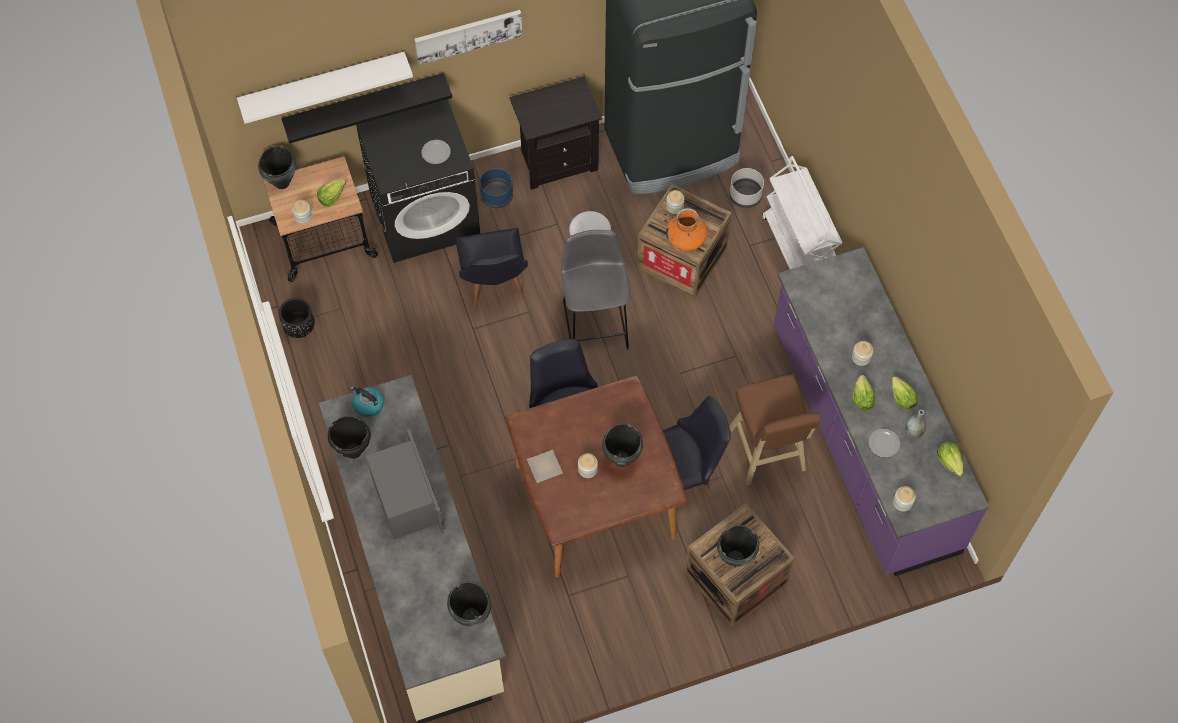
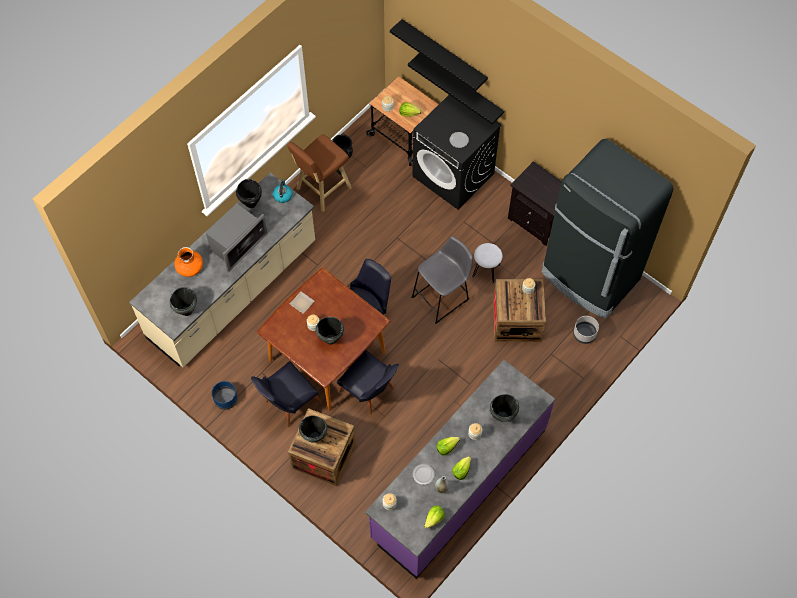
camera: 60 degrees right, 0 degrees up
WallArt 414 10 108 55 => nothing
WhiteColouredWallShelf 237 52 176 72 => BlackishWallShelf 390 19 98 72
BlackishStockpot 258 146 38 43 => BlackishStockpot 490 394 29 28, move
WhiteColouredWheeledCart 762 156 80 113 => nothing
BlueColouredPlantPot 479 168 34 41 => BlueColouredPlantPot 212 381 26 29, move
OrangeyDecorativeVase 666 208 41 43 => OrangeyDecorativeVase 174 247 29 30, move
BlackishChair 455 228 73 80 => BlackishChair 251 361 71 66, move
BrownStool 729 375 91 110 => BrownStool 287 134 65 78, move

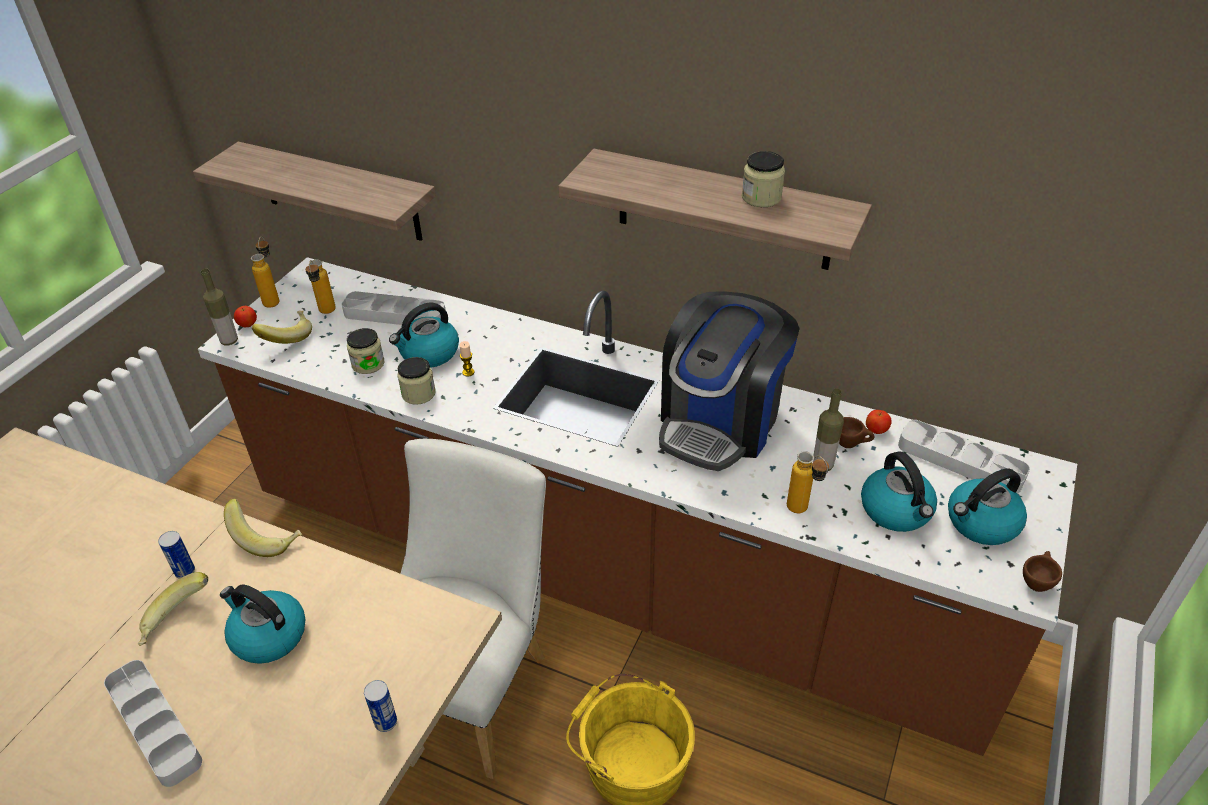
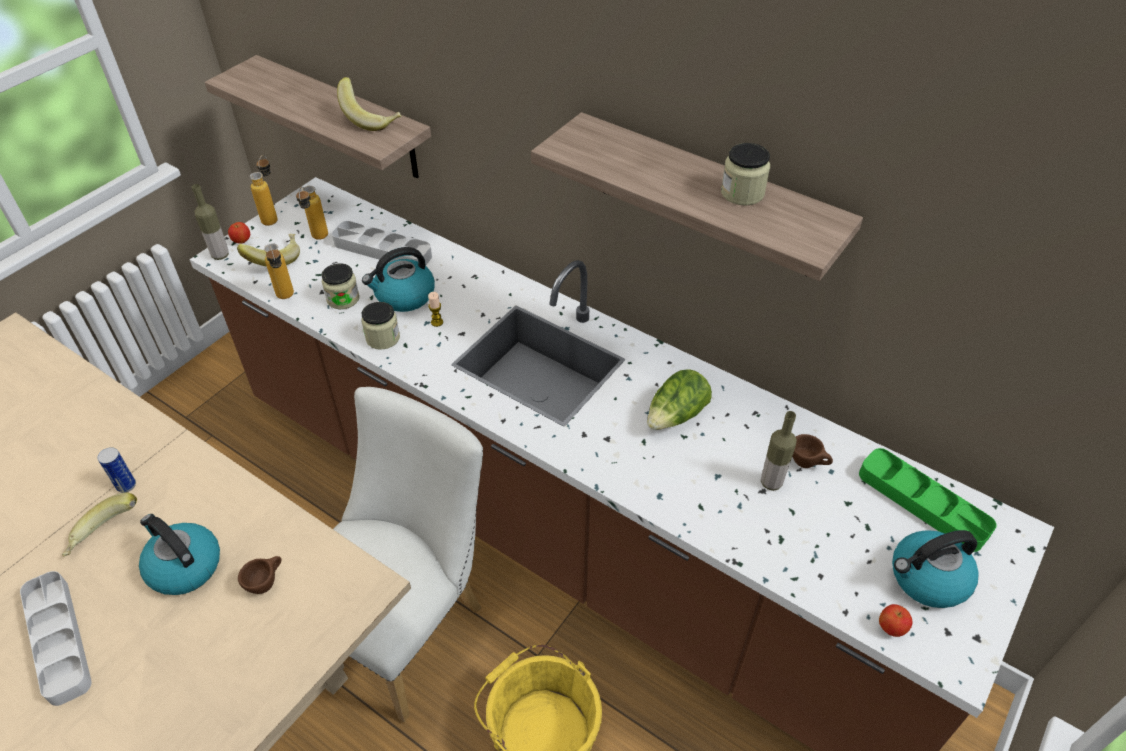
camera: 10 degrees right, 5 degrees up
CoffeeMaker 659 291 141 180 => Lettuce 647 370 65 60
AppleFruit 866 410 26 24 => AppleFruit 879 604 34 33, move
GreyCarryingTray 898 420 132 74 => GreenishCarryingTray 859 448 138 104
DrinkBottle 787 451 42 62 => DrinkBottle 264 243 30 56, move
WaterKettle 861 451 76 81 => nothing
BananaFruit 224 499 78 58 => BananaFruit 337 77 65 54, move
BrownCup 1023 551 39 41 => BrownCup 238 556 43 38, move
SealedCan 364 680 33 52 => nothing

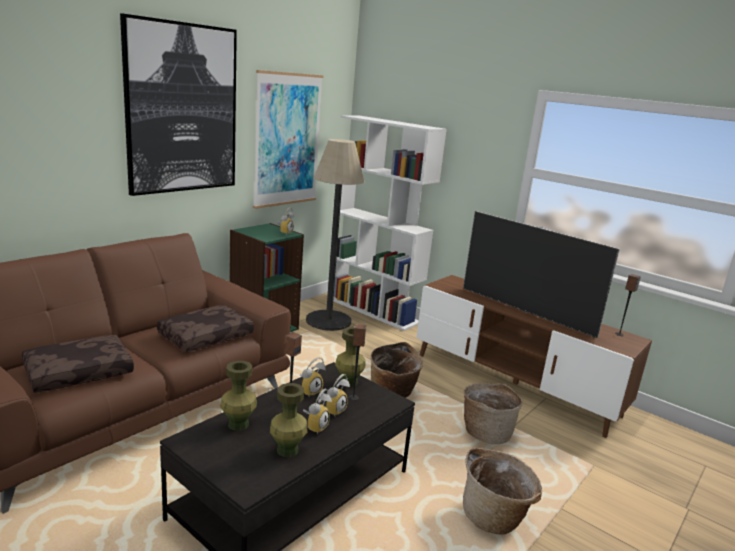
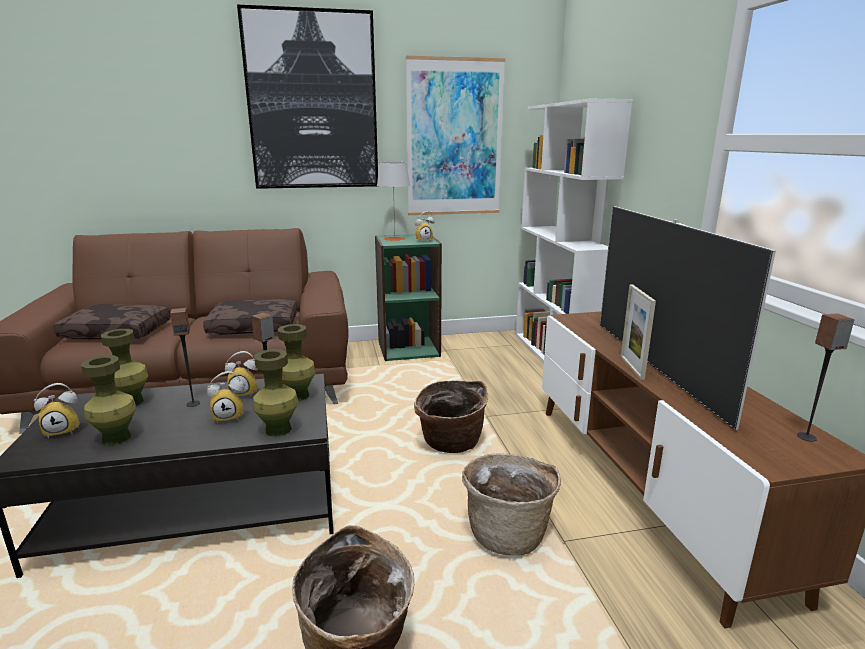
camera: 40 degrees right, 0 degrees up
StandingLamp 306 139 58 192 => nothing
AlarmClock 303 389 29 45 => AlarmClock 34 383 46 56, move
nothing => GreyTabletopLamp 377 162 33 79
nothing => StandingFrame 621 285 35 95
nothing => GreenishDecorativeVase 253 349 46 88

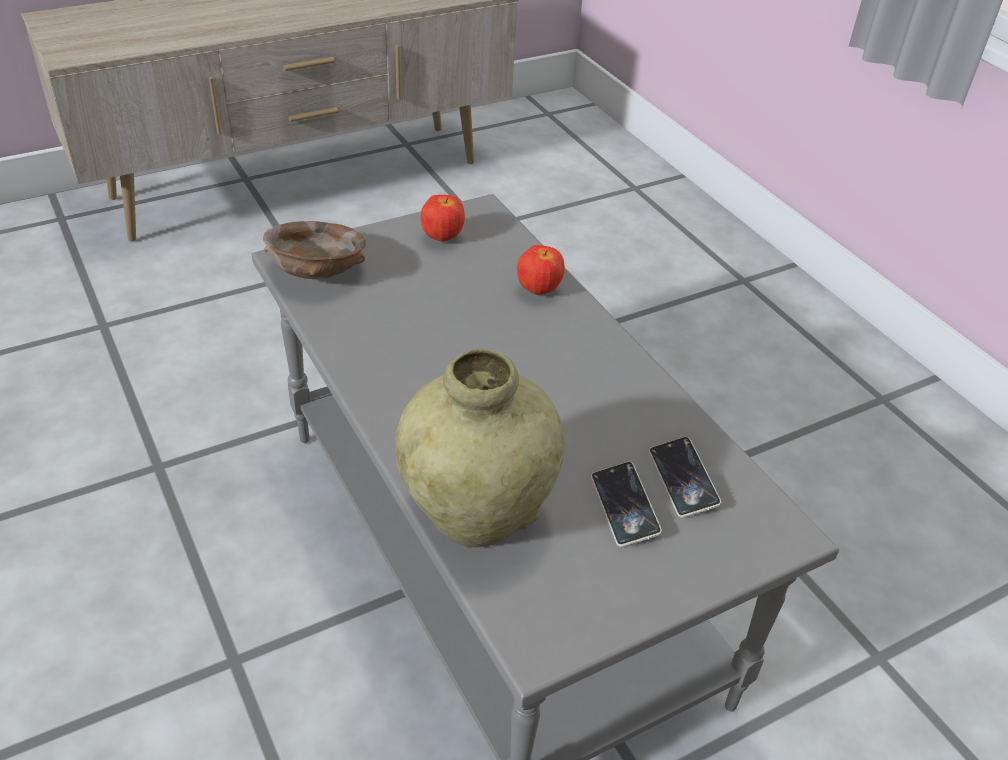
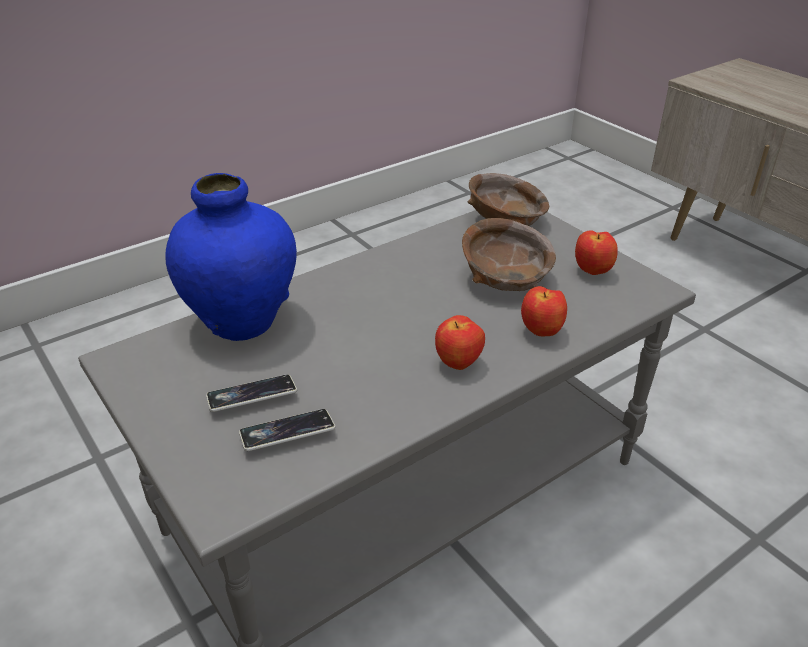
camera: 85 degrees right, 5 degrees down
BeigeDecorativeVase 395 349 170 198 => BlueColouredDecorativeVase 165 173 132 168
nothing => BrownDeepDish 462 218 94 73
nothing => AppleFruit 435 315 50 55

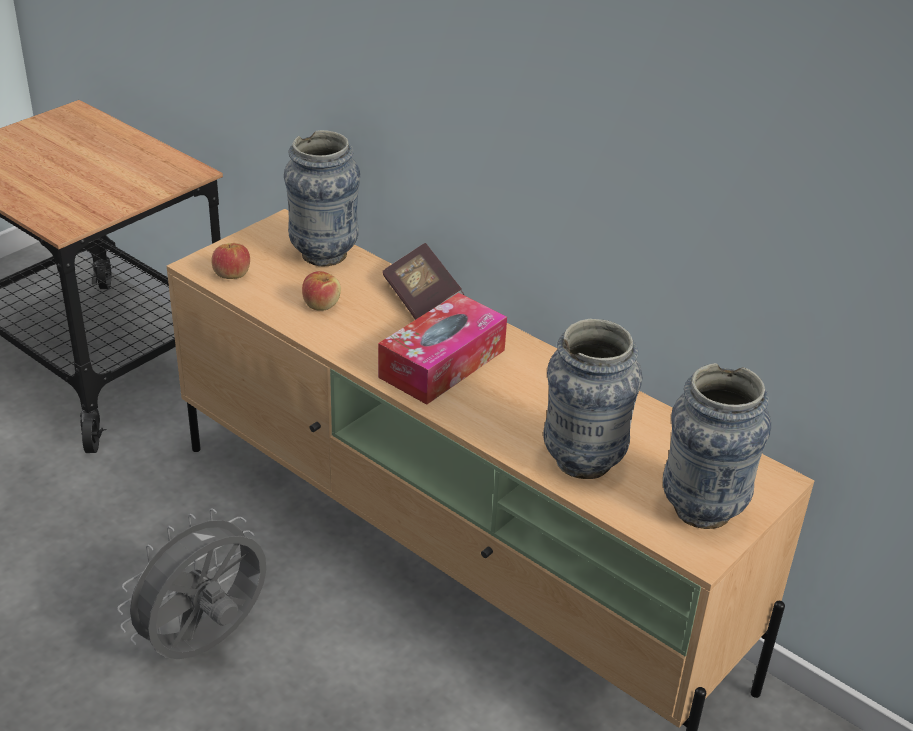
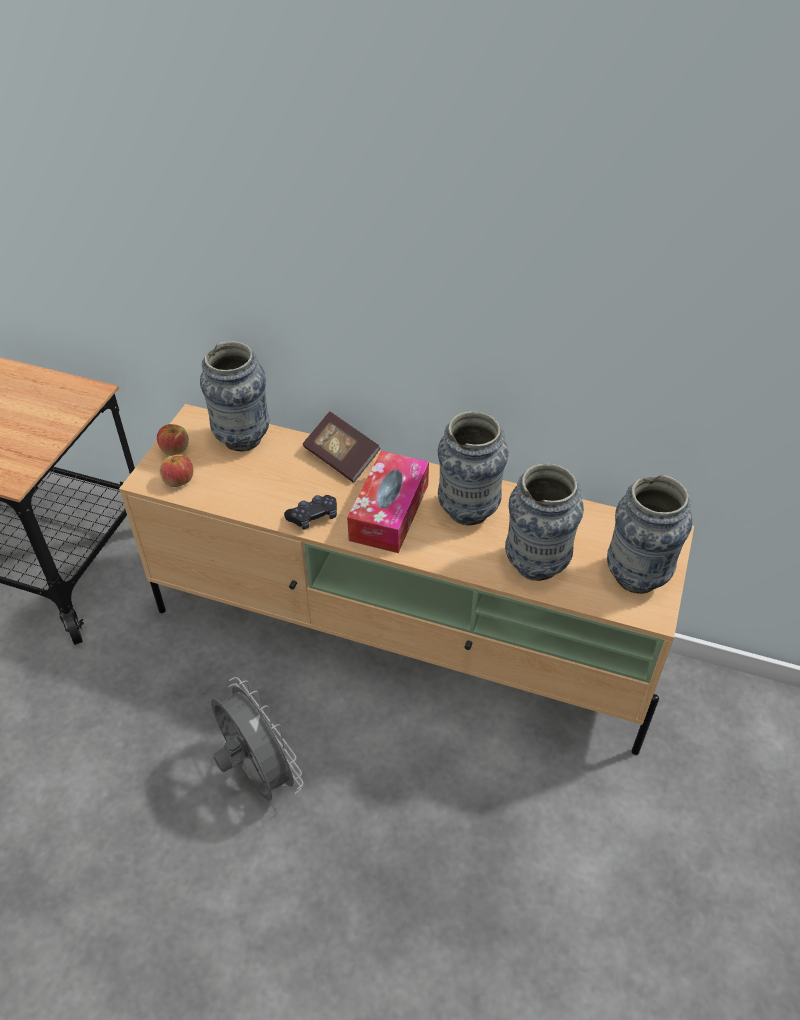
camera: 20 degrees left, 10 degrees up
AppleFruit 302 271 39 40 => AppleFruit 157 424 32 32, move
GreyCoolingFan 117 508 149 151 => GreyCoolingFan 211 677 93 124, 120 degrees clockwise
nothing => DecorativeVase 438 411 70 114
nothing => BlackishGameController 284 495 53 35

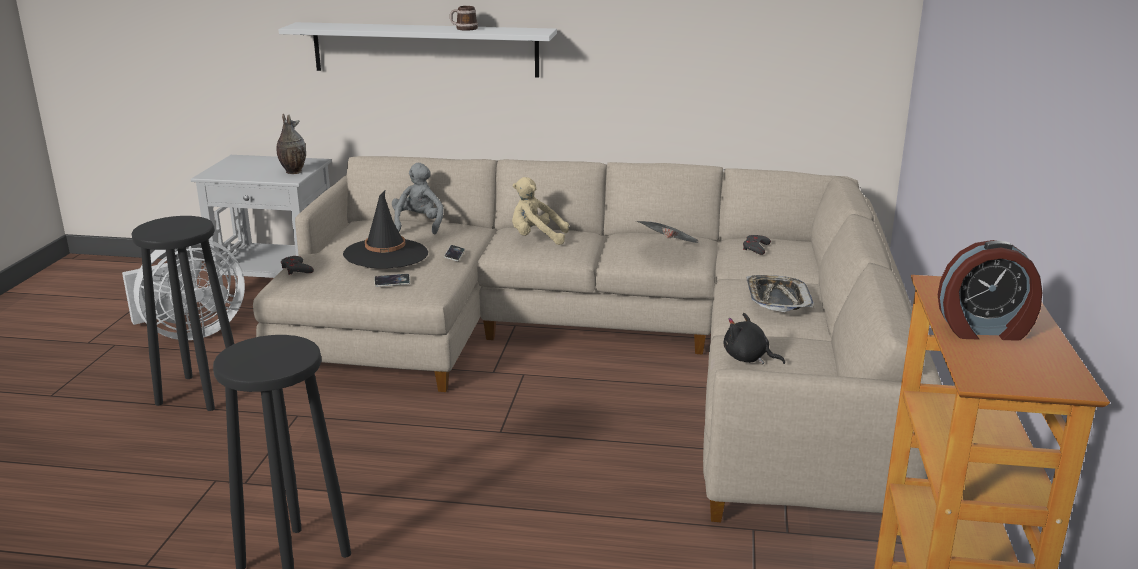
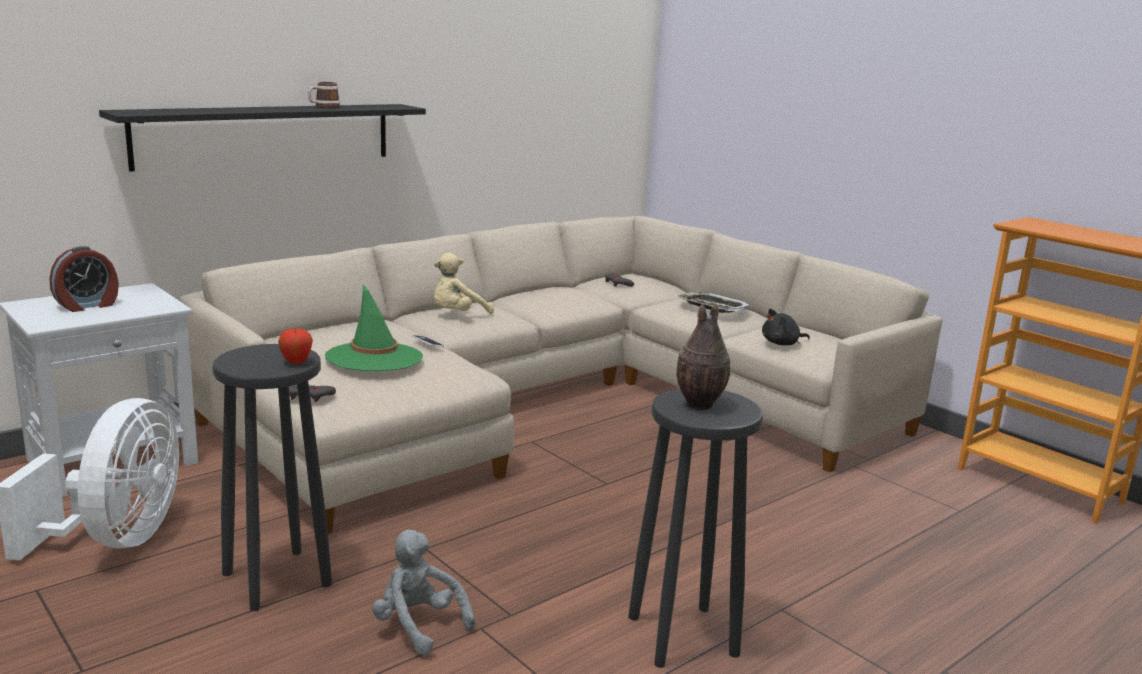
camera: 50 degrees left, 5 degrees down
WhiteColouredWallShelf 278 22 279 56 => BlackishWallShelf 99 104 327 68
DecorativeVase 276 114 30 60 => DecorativeVase 676 303 54 107, move
GreySoftToy 392 163 52 71 => GreySoftToy 372 530 103 125, move
BlackishClothingHat 343 190 85 79 => GreenishClothingHat 325 285 98 86
Newspaper 636 221 64 22 => nothing
AlarmClock 938 240 105 101 => AlarmClock 49 246 70 66, move
Telephone 374 274 36 13 => nothing
nothing => AppleFruit 278 328 35 36

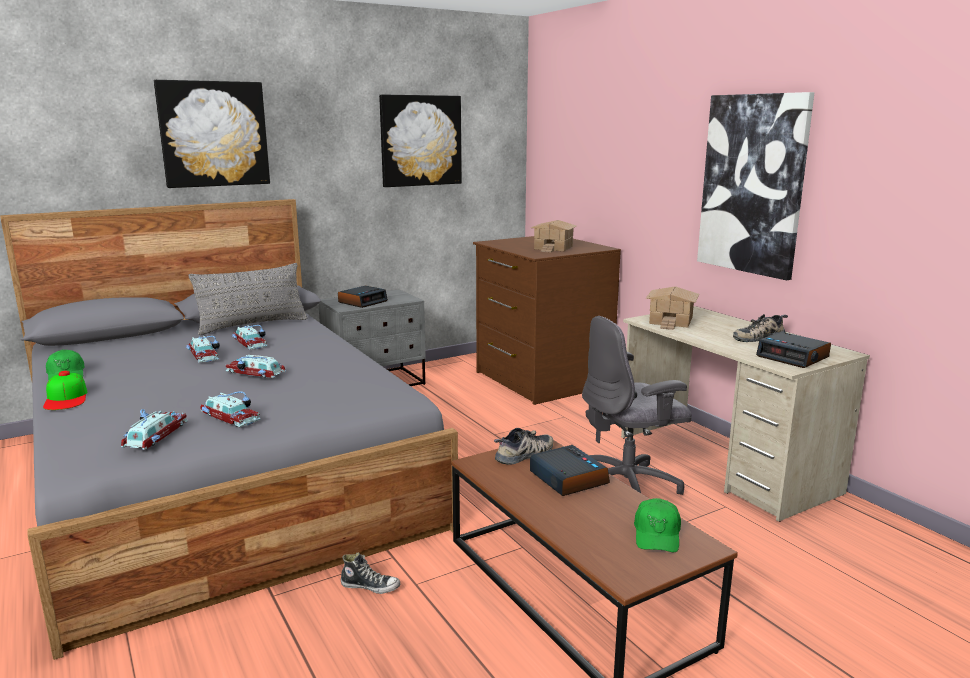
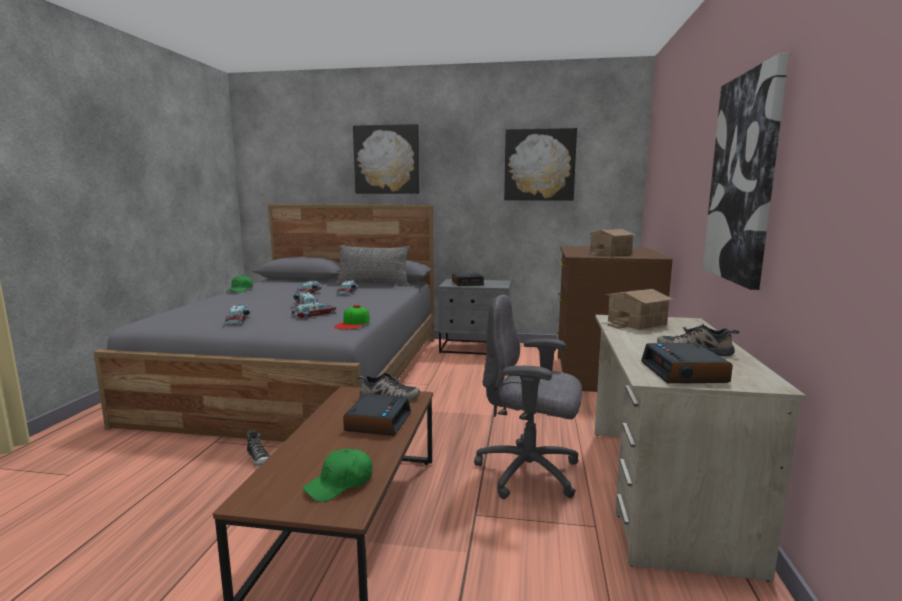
camera: 40 degrees right, 5 degrees down
BaseballCap 43 371 44 39 => BaseballCap 334 305 36 25, move
ModelCar 121 409 67 41 => ModelCar 291 299 46 19, move

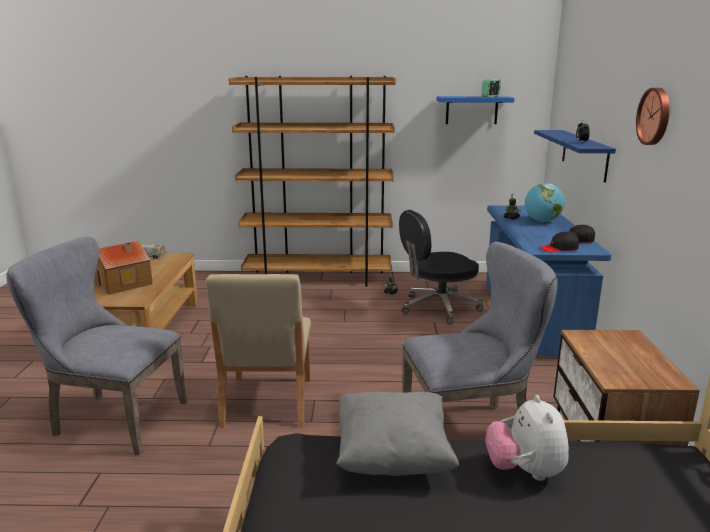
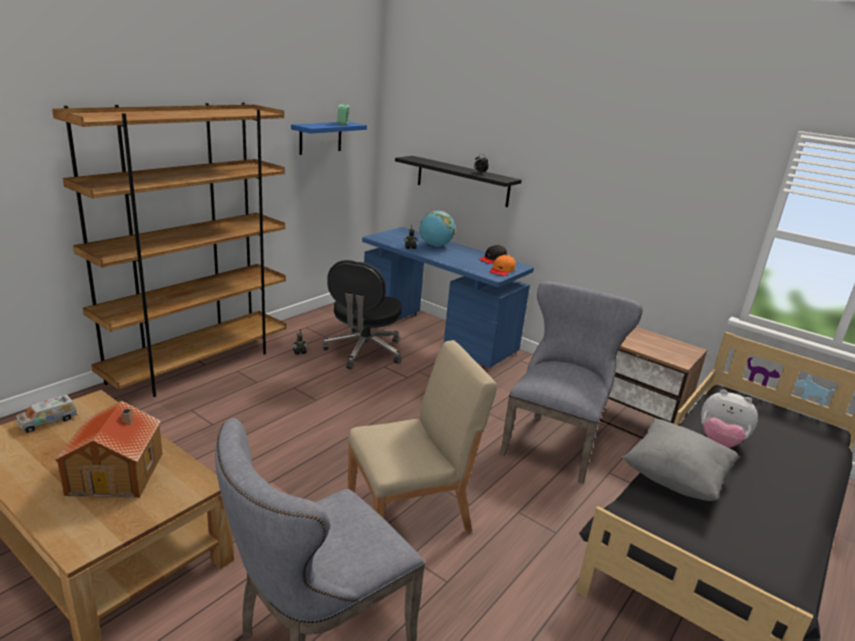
camera: 55 degrees left, 5 degrees up
HangingClock 636 88 33 57 => nothing
BlueColouredWallShelf 534 130 82 53 => BlackishWallShelf 395 156 127 51
BlackishBaseballCap 540 231 39 21 => OrangeyBaseballCap 490 255 25 21
BeigeChair 206 274 105 154 => BeigeChair 348 340 149 194, 60 degrees counterclockwise

